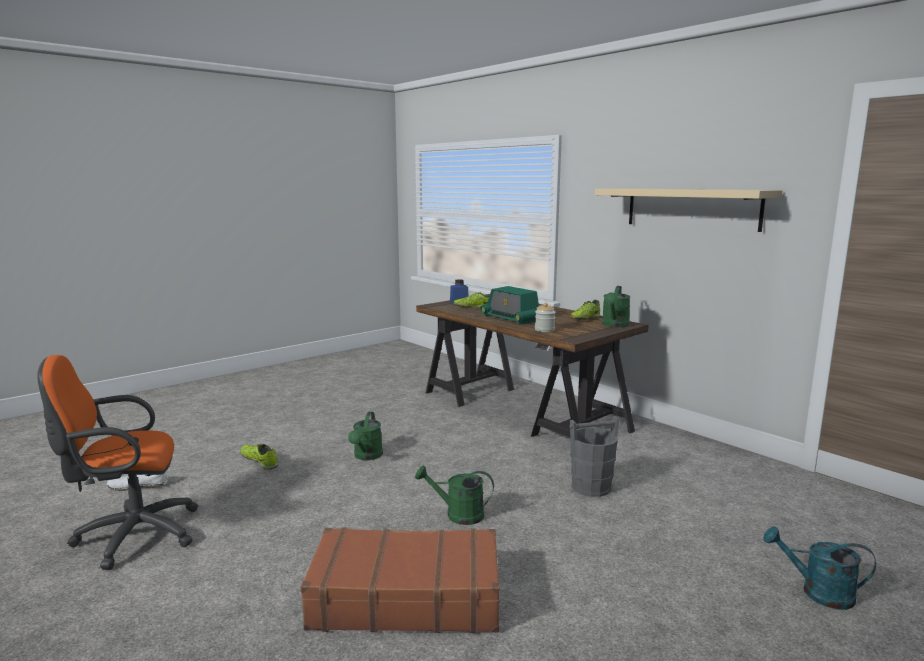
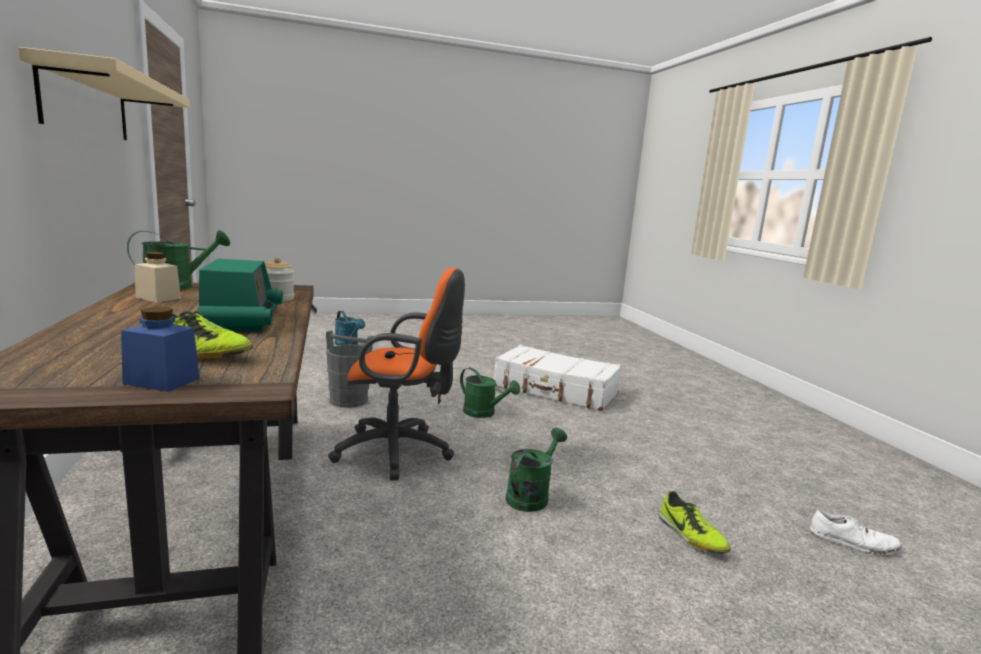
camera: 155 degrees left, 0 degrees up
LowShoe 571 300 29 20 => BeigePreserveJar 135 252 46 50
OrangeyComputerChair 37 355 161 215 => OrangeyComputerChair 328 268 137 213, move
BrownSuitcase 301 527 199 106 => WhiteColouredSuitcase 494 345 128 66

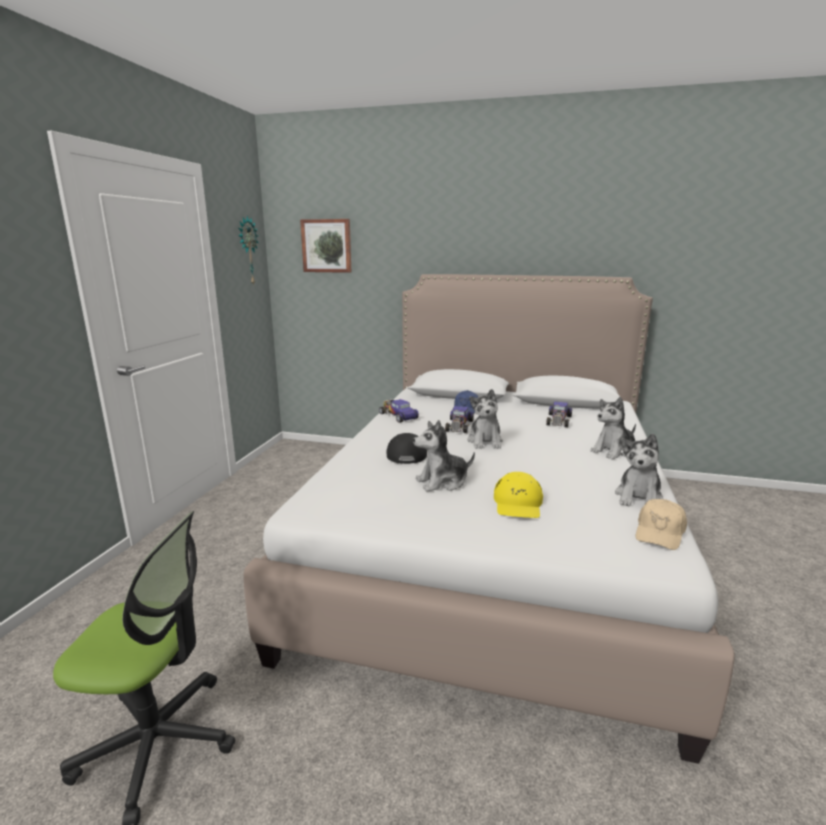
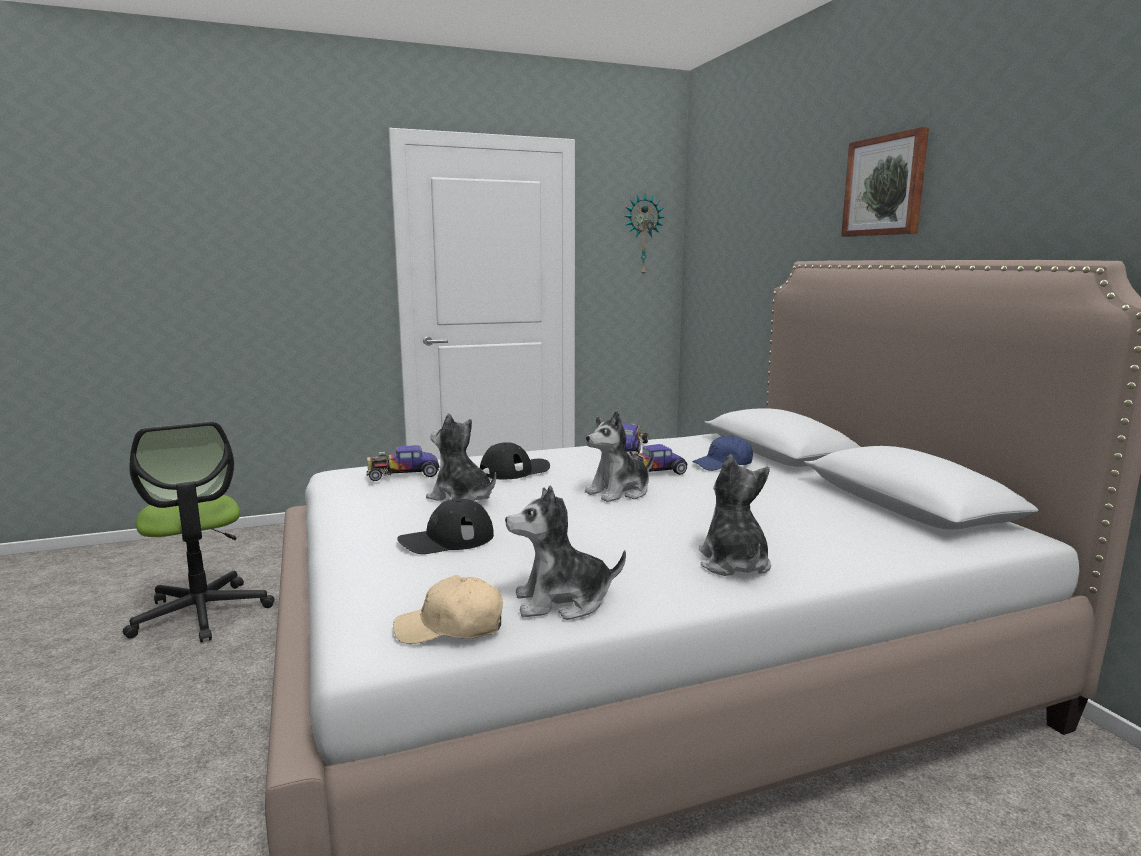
camera: 55 degrees right, 5 degrees down
WallArt 300 219 51 54 => WallArt 841 127 88 110, move
SoftToy 590 397 46 63 => SoftToy 699 454 72 122, 60 degrees clockwise
ModelCar 546 401 26 26 => ModelCar 367 445 72 36, move
YellowishBaseballCap 494 472 49 46 => BlackishBaseballCap 397 499 97 55

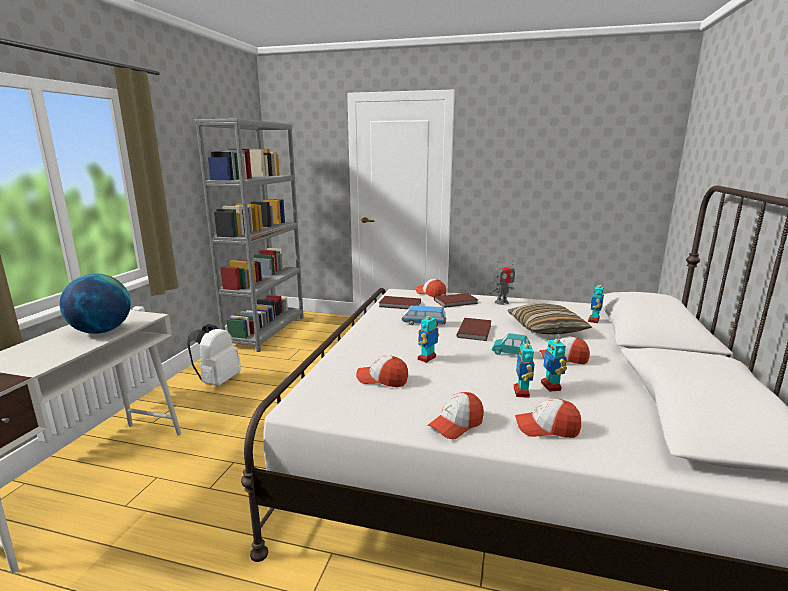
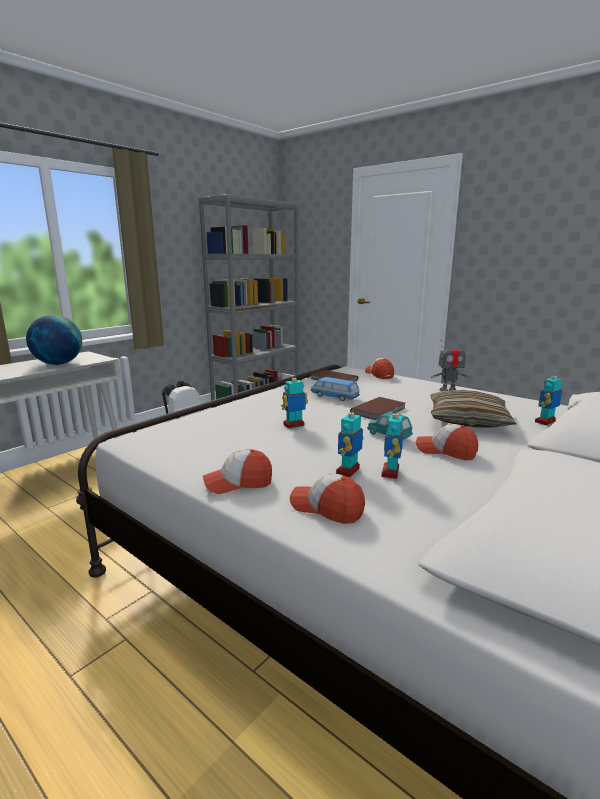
camera: 25 degrees right, 0 degrees up
BrownVolume 434 293 44 15 => nothing
BaseballCap 356 355 52 32 => nothing

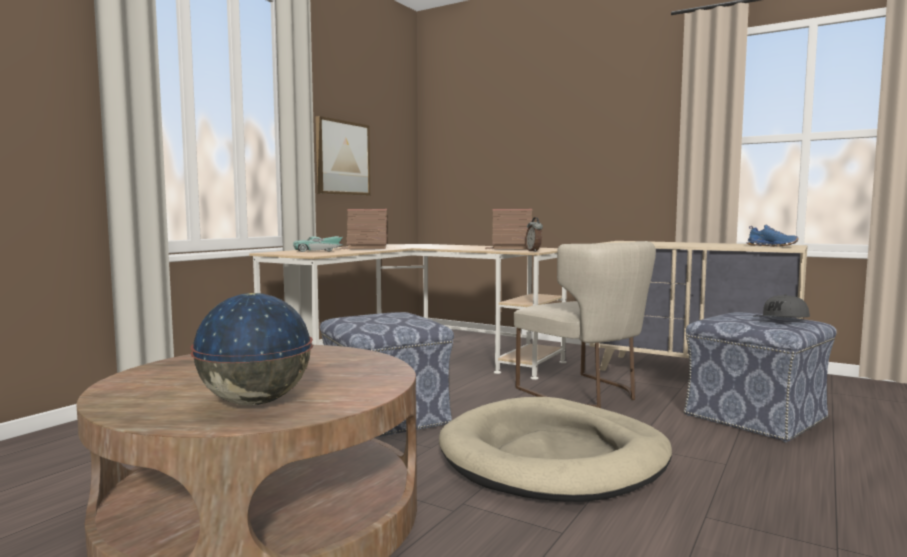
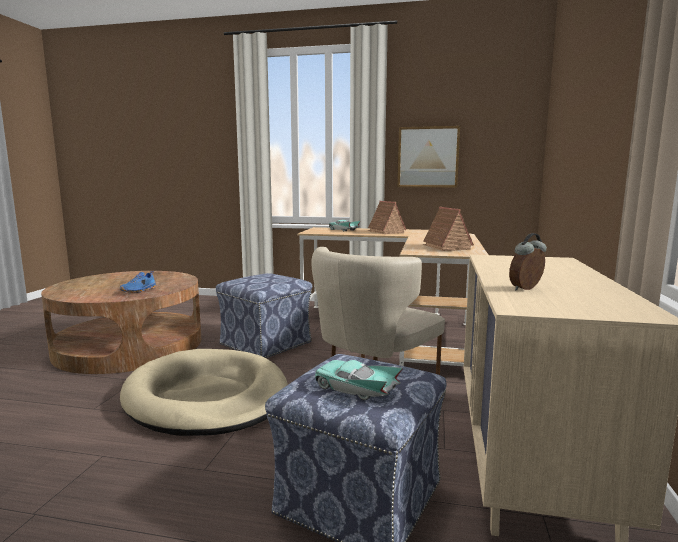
camera: 70 degrees right, 5 degrees up
AlarmClock 525 217 18 35 => AlarmClock 509 233 38 58, move
BlueColouredLowShoe 747 225 51 22 => BlueColouredLowShoe 120 271 36 22, move
DeskGlobe 190 293 123 112 => nothing
GreyBaseballCap 757 295 53 23 => TurquoiseModelCar 315 360 88 40

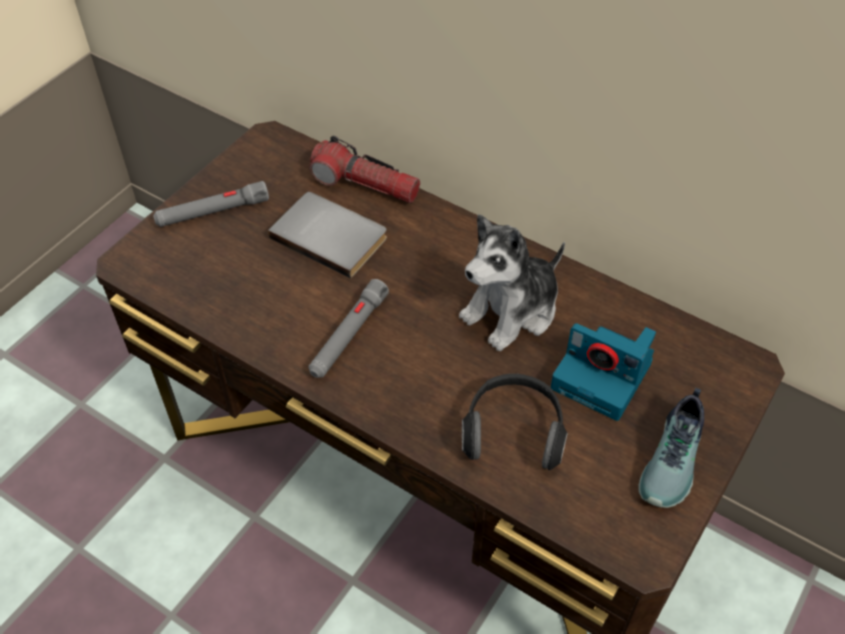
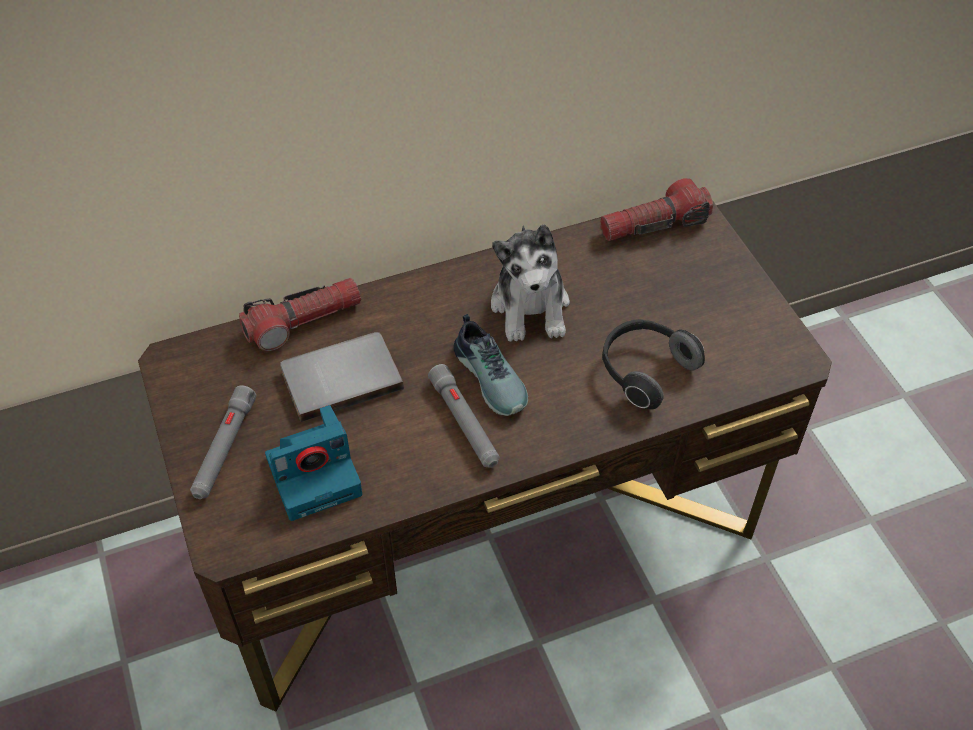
camera: 55 degrees left, 0 degrees up
PhotoCamera 551 323 105 98 => PhotoCamera 265 405 97 116, move
LowShoe 639 388 65 120 => LowShoe 453 314 75 102, move
nothing => Flashlight 600 178 113 63

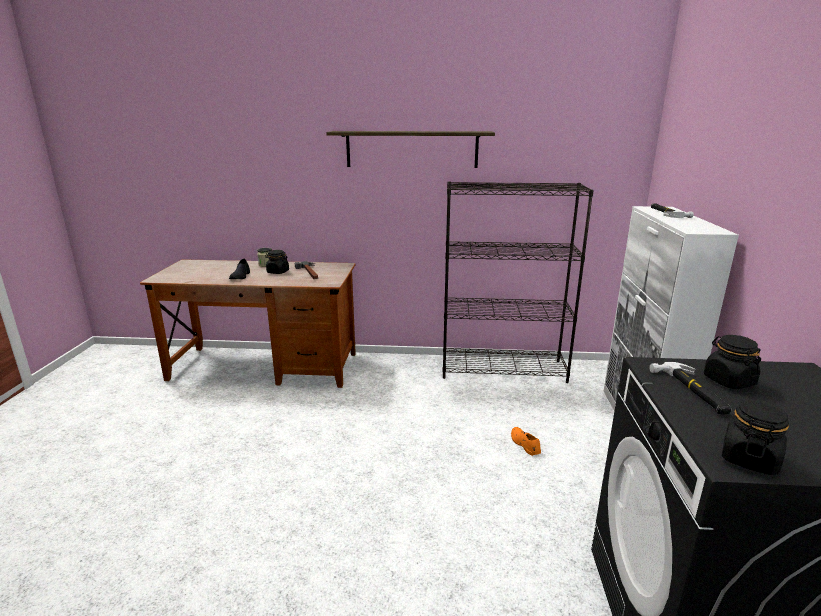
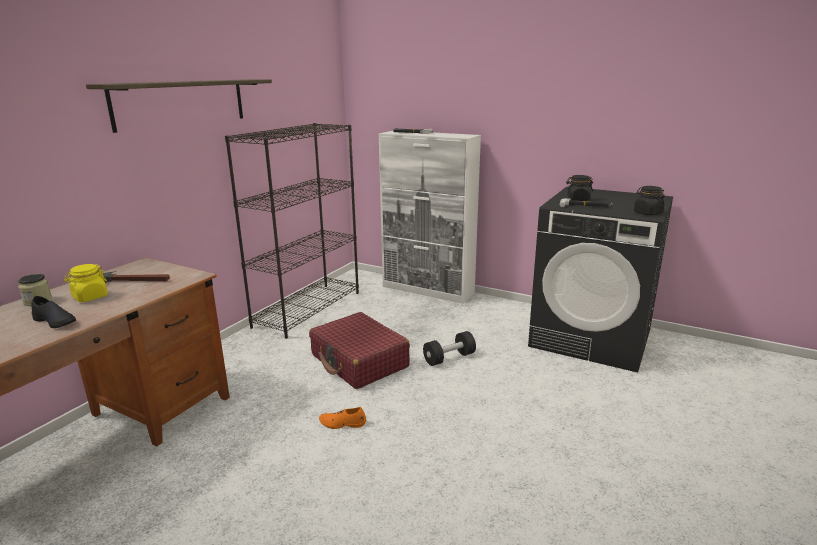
camera: 65 degrees left, 0 degrees up
BlackishPreserveJar 265 250 24 24 => YellowishPreserveJar 64 264 44 38
OrangeyLowShoe 511 427 30 29 => OrangeyLowShoe 319 407 47 22, move
nothing => RedColouredSuitcase 309 312 101 77
nothing => BlackishFreeWeight 423 331 53 35

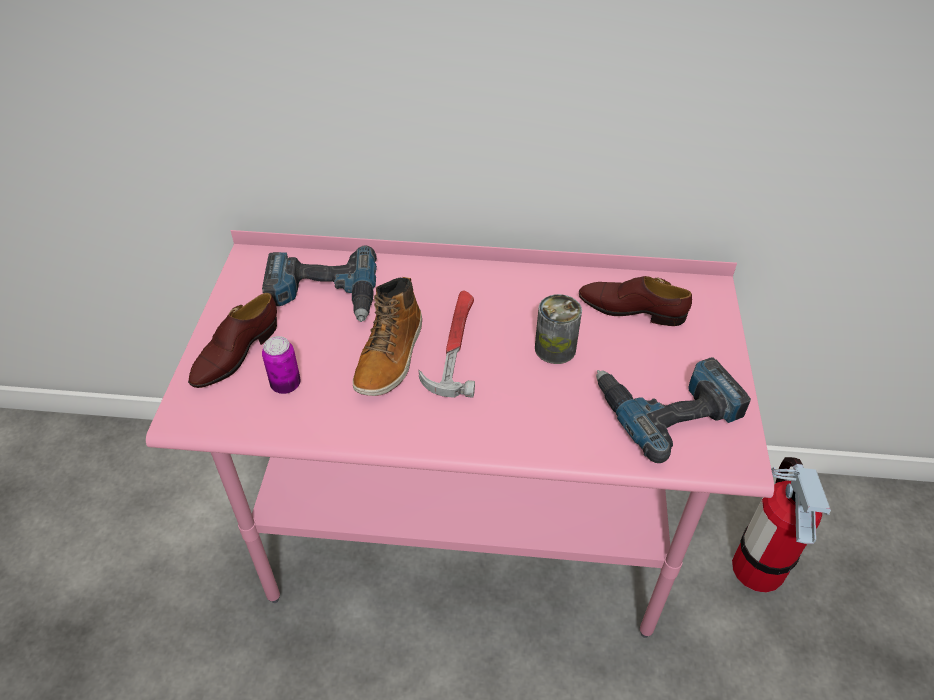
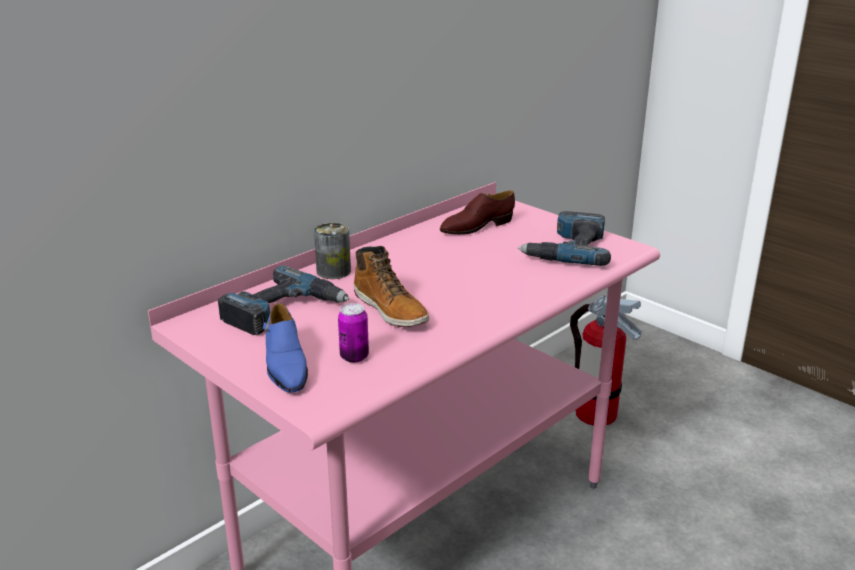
camera: 50 degrees left, 20 degrees down
ToolHammer 418 290 57 108 => nothing
BrownLowShoe 188 293 89 95 => BlueColouredLowShoe 263 303 45 90
SealedCan 535 294 47 70 => SealedCan 314 223 37 56, move

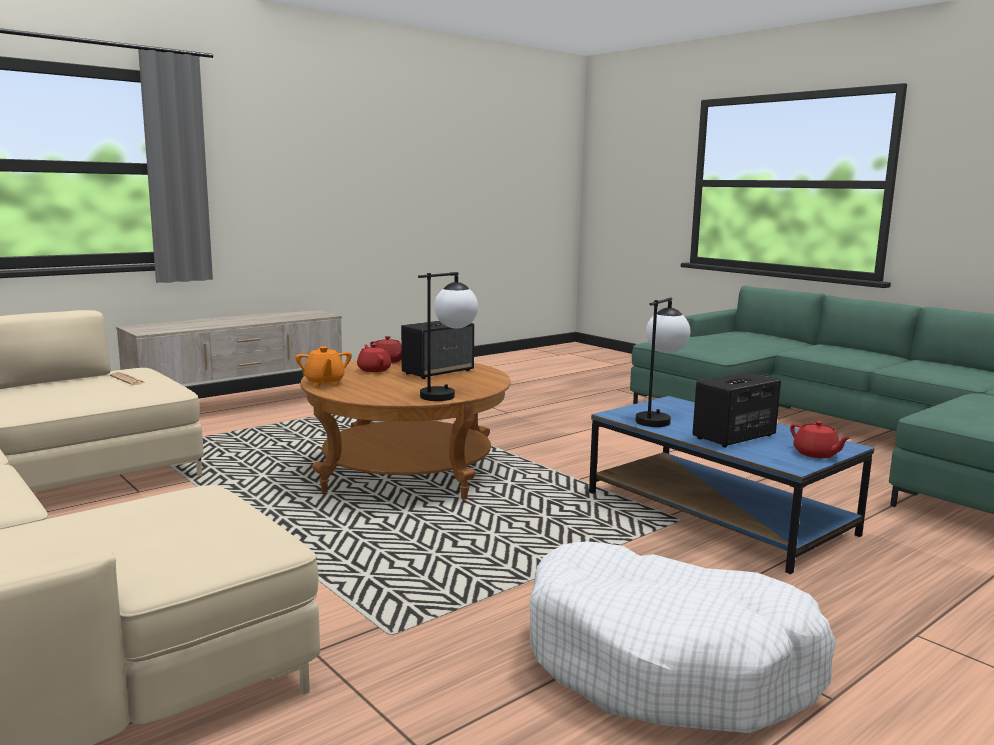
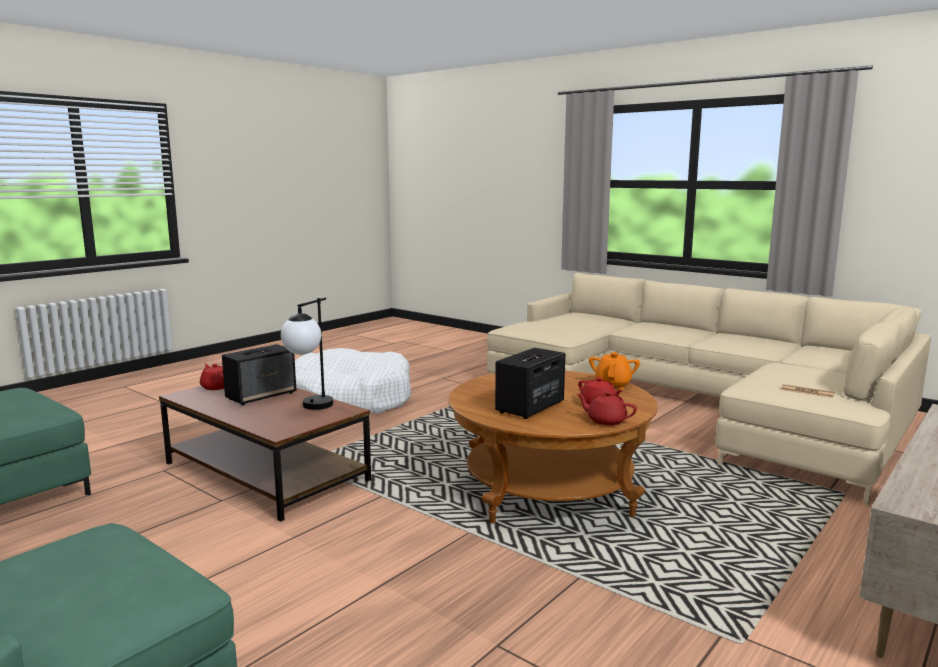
camera: 170 degrees right, 0 degrees up
TabletopLamp 418 272 60 129 => nothing
OrangeyTeapot 295 346 57 41 => OrangeyTeapot 589 352 51 37, 45 degrees clockwise
BlueColouredLoungeTable 589 396 286 178 => BrownLoungeTable 159 386 212 136

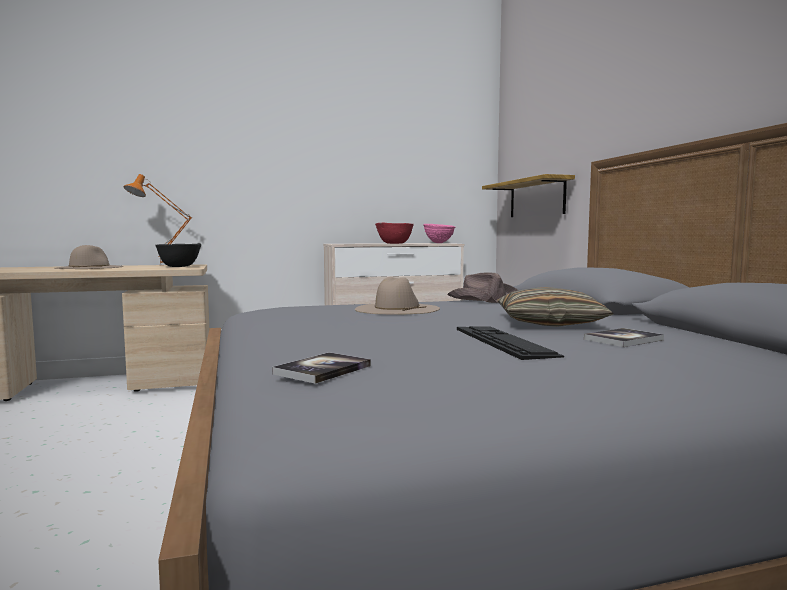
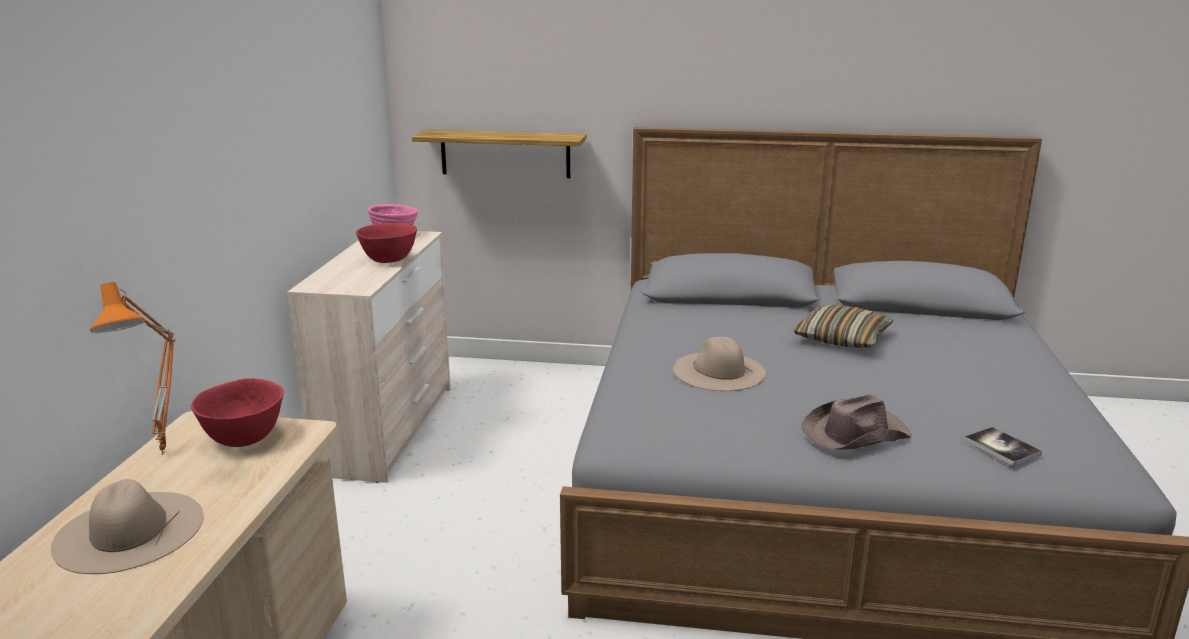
camera: 65 degrees left, 15 degrees up
BlackishDeepDish 156 243 45 24 => RedColouredDeepDish 191 378 93 69
BrownClothingHat 447 272 72 31 => BrownClothingHat 802 394 109 55, move
ComputerKeyboard 457 326 107 34 => nothing
Volume 584 328 80 19 => nothing

